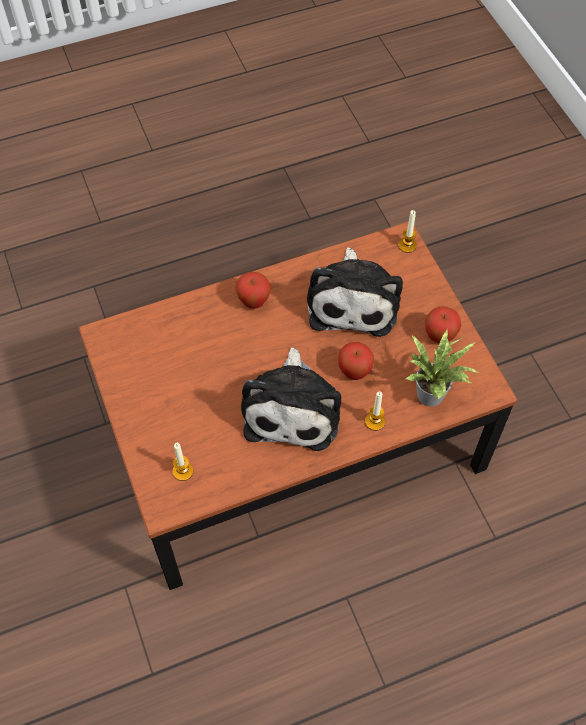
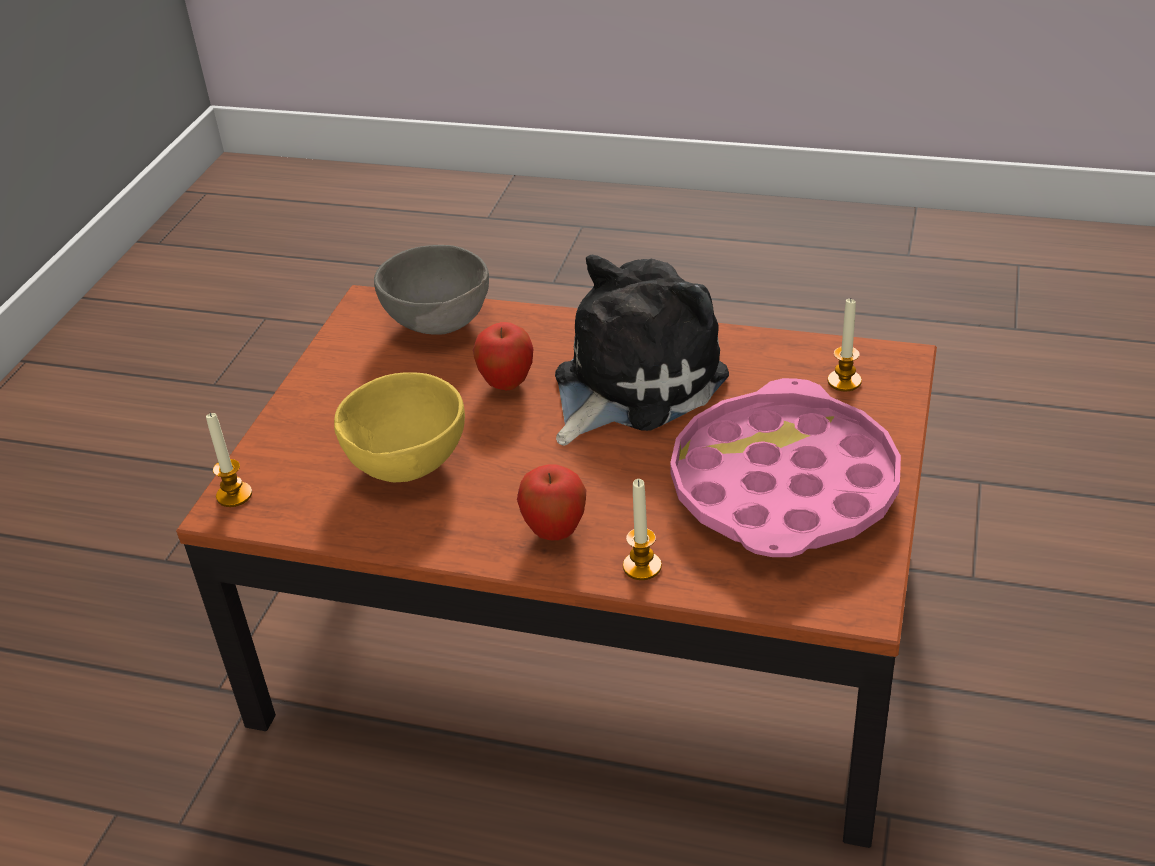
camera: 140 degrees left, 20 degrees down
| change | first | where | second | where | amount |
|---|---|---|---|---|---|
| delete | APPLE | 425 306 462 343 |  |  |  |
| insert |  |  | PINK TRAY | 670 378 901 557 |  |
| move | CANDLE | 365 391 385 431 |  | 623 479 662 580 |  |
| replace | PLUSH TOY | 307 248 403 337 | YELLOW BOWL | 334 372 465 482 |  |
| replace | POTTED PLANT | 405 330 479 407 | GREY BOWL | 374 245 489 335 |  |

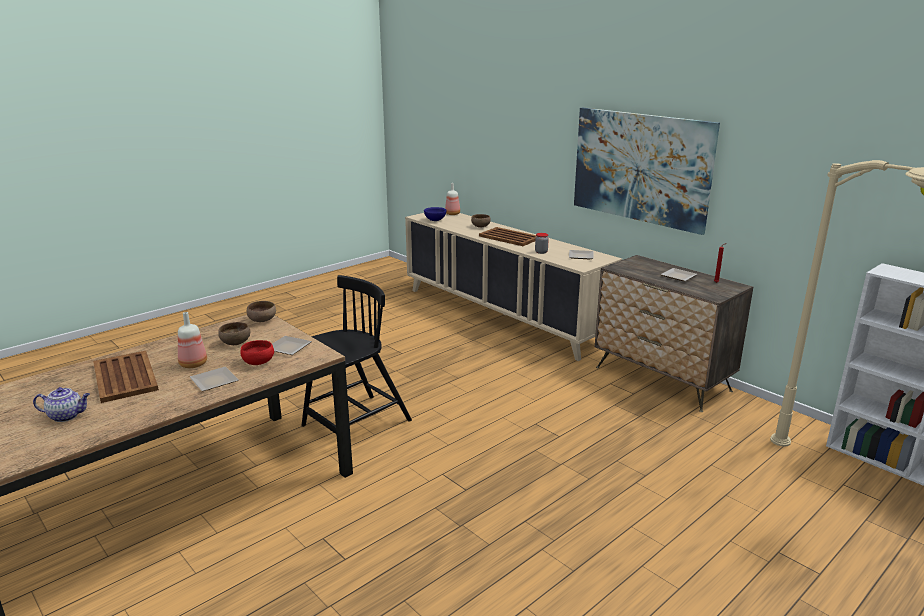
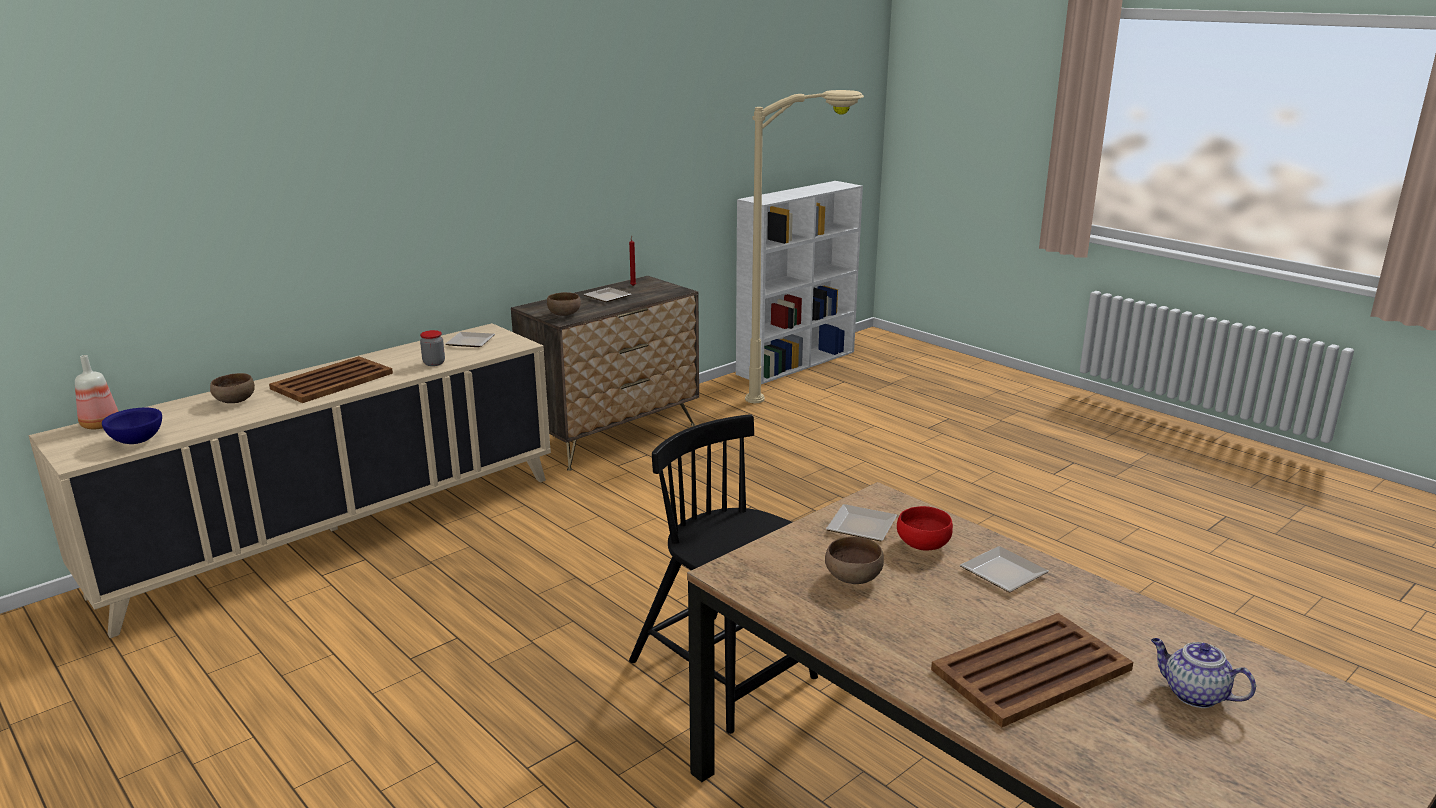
camera: 90 degrees left, 0 degrees up
| change | first | where | second | where | amount |
|---|---|---|---|---|---|
| delete | BOTTLE | 178 312 207 368 |  |  |  |
| delete | PICTURE | 574 108 720 235 |  |  |  |
| move | BROWN BOWL | 247 301 276 322 |  | 547 292 581 316 |  |
| rotate | TEAPOT | 33 387 90 422 |  | 1151 638 1256 708 | 45 degrees counterclockwise |

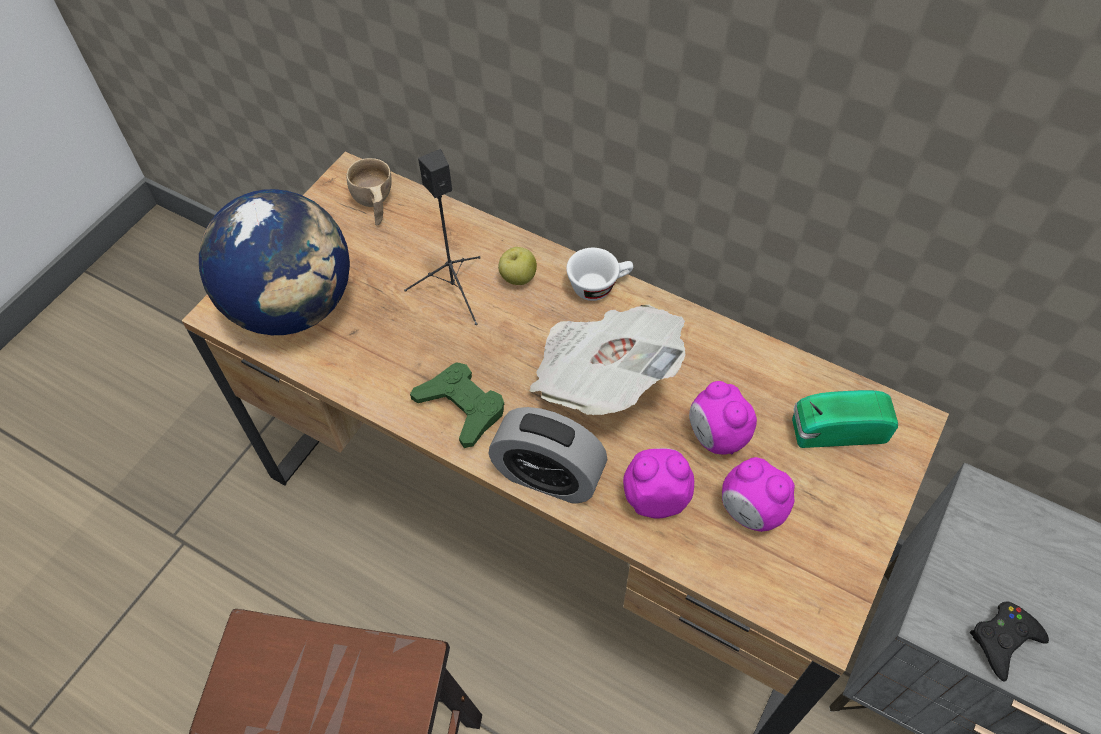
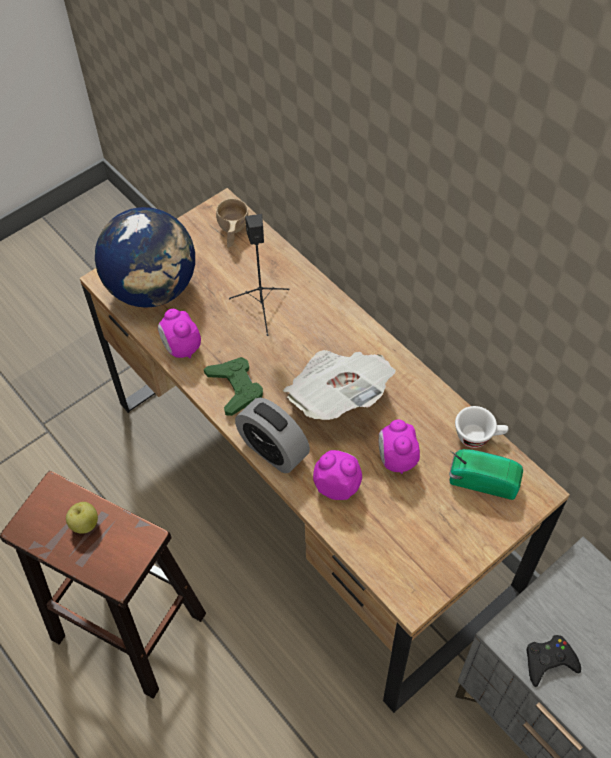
camera: 20 degrees right, 0 degrees up
| change | first | where | second | where | amount |
|---|---|---|---|---|---|
| move | APPLE | 498 247 537 285 |  | 66 502 98 534 |  |
| move | WHITE CUP | 566 248 633 301 |  | 455 406 508 448 |  |
| move | ALARM CLOCK | 722 457 795 532 |  | 158 309 201 358 |  |

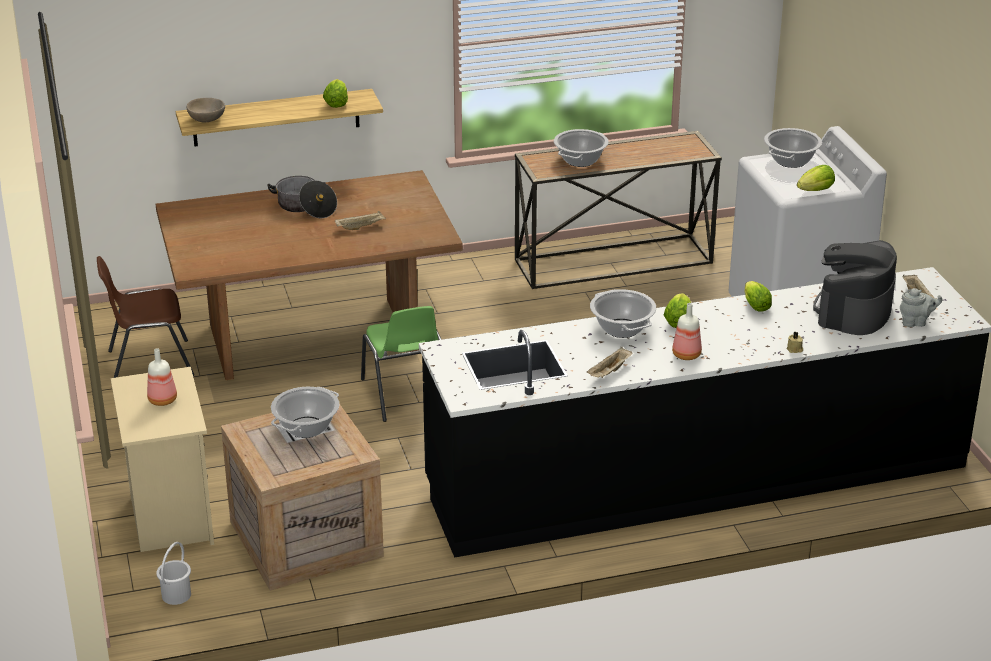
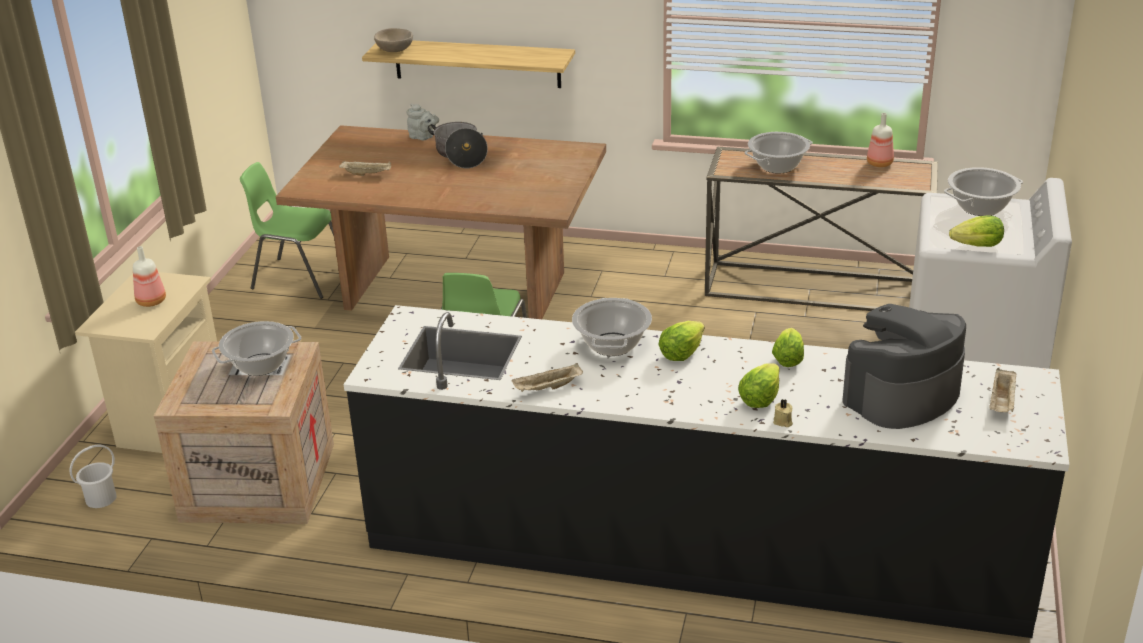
camera: 30 degrees right, 0 degrees up
| change | first | where | second | where | amount |
|---|---|---|---|---|---|
| move | LETTUCE | 323 79 348 108 |  | 738 363 780 408 |  |
| move | BEIGE TRAY | 335 211 386 230 |  | 339 161 391 176 |  |
| move | BOTTLE | 672 303 702 360 |  | 867 113 894 167 |  |
| move | GREY TEAPOT | 900 288 942 327 |  | 407 104 439 140 |  |
| recolor | BROWN CHAIR | 97 256 194 378 | GREEN CHAIR | 240 162 334 299 |  |

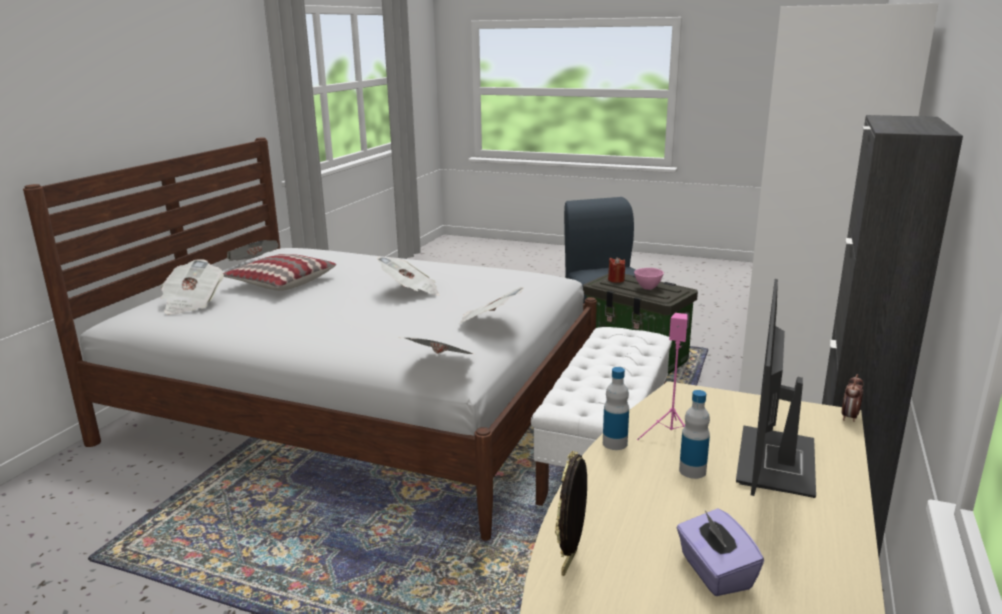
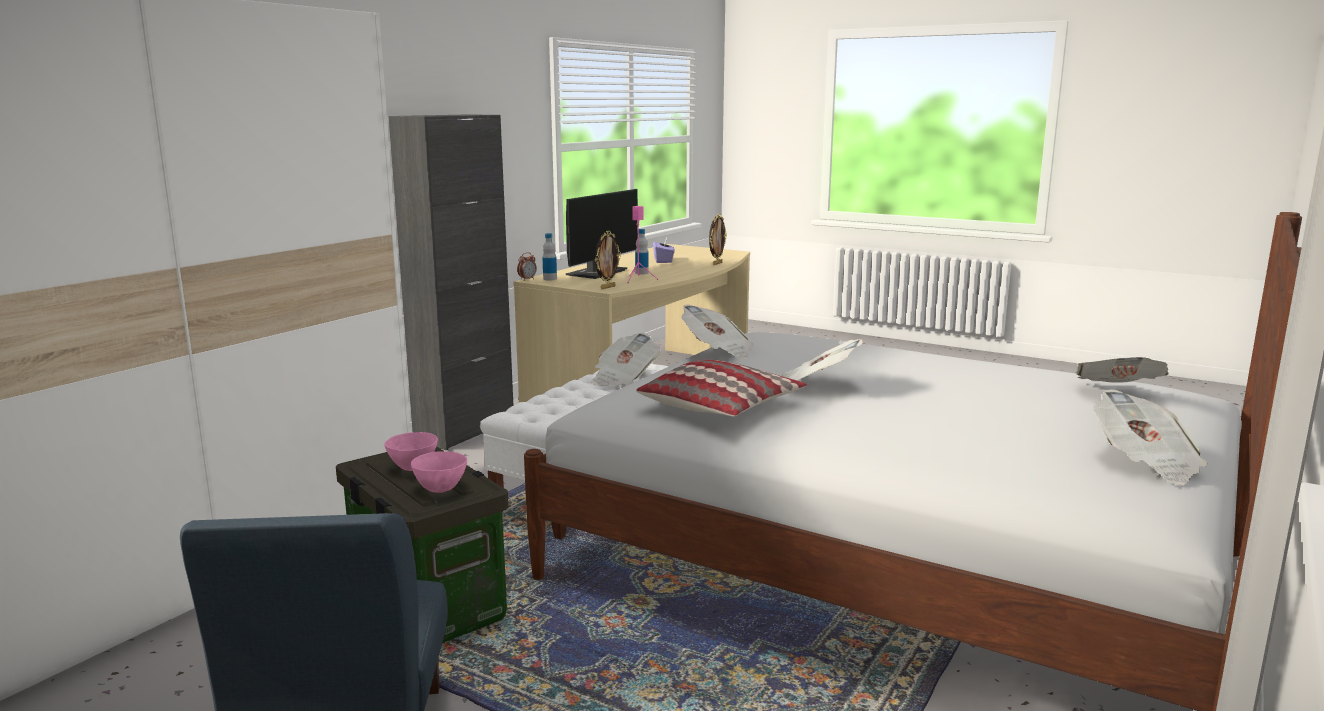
camera: 170 degrees left, 5 degrees down
| change | first | where | second | where | amount |
|---|---|---|---|---|---|
| insert |  |  | PICTURE FRAME | 595 231 621 289 |  |
| move | PILLOW | 223 254 336 291 |  | 636 360 807 417 |  |
| move | NEWSPAPER | 398 337 475 355 |  | 592 333 660 386 |  |
| move | BOTTLE | 603 367 629 450 |  | 542 233 557 280 |  |
| replace | RED CANDLE | 608 257 625 283 | PINK BOWL | 411 451 467 493 |  |

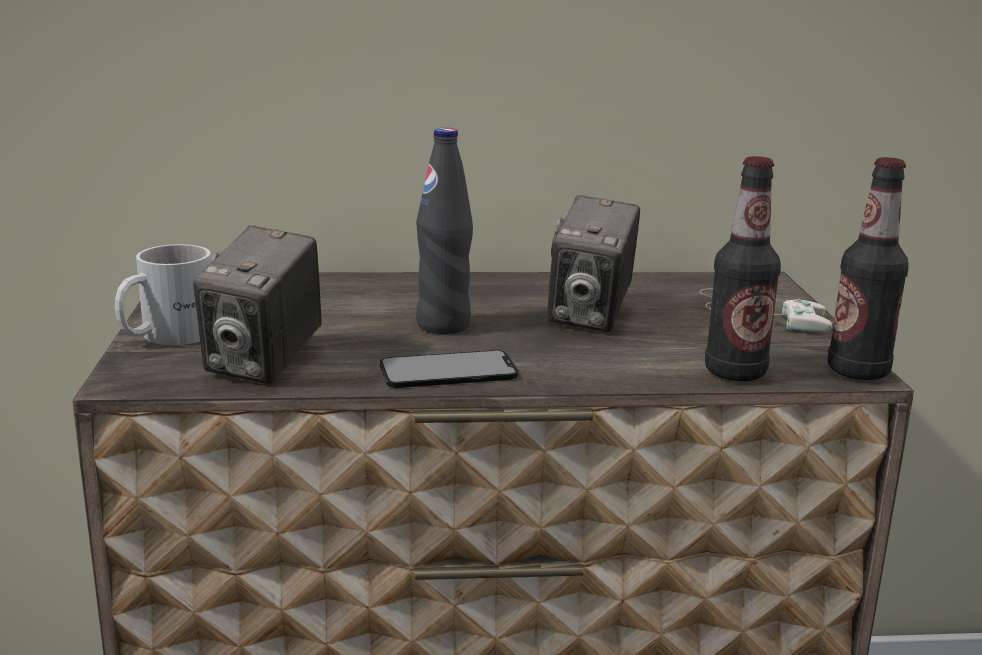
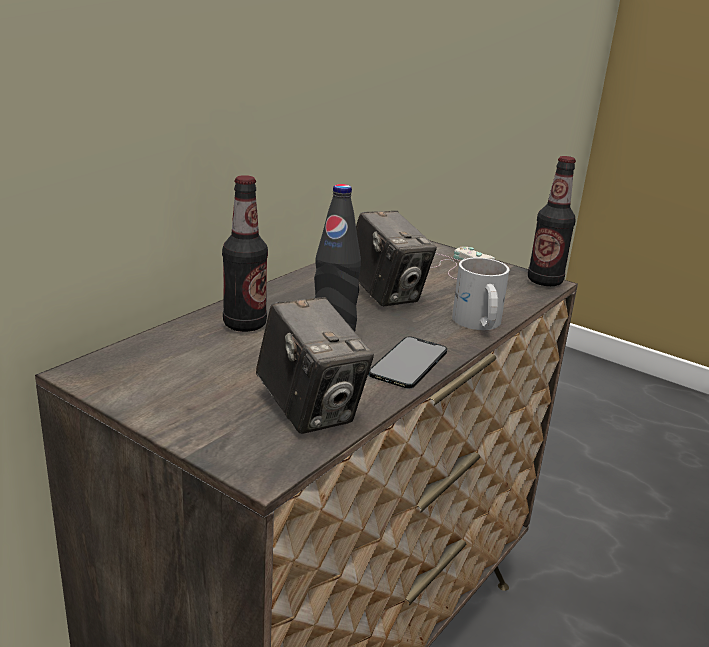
camera: 50 degrees left, 5 degrees up
| change | first | where | second | where | amount |
|---|---|---|---|---|---|
| move | WHITE MUG | 115 244 211 345 |  | 452 258 509 330 |  |
| move | BOTTLE | 705 156 781 381 |  | 222 175 268 332 |  |

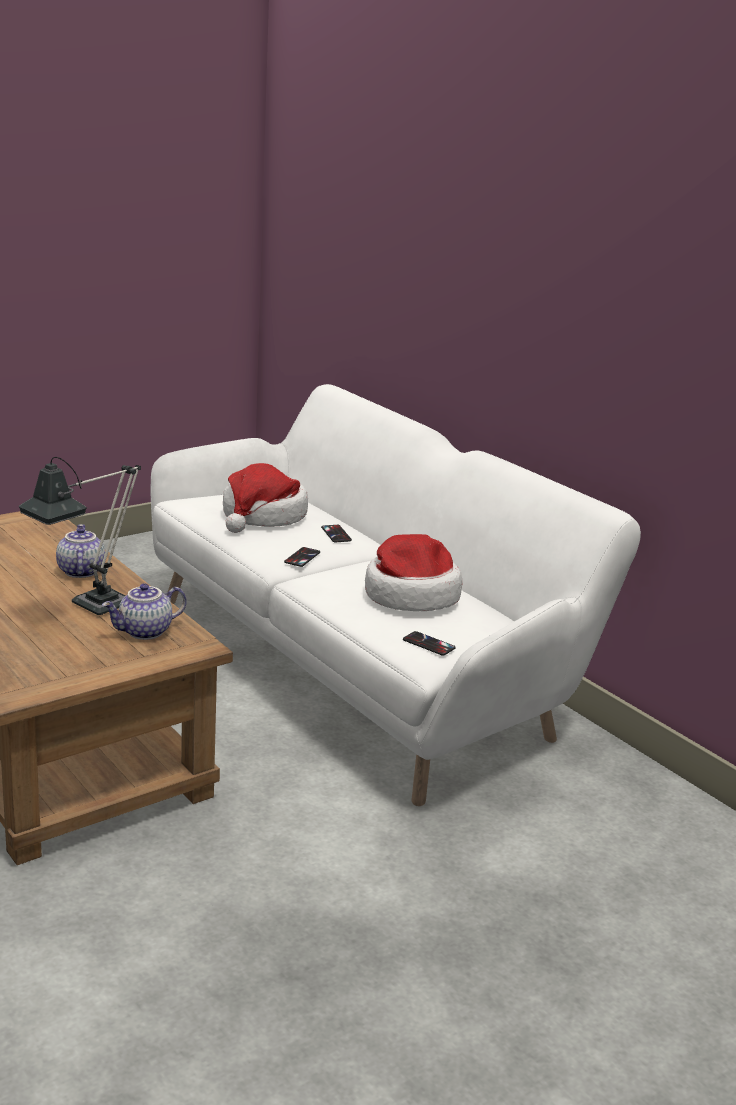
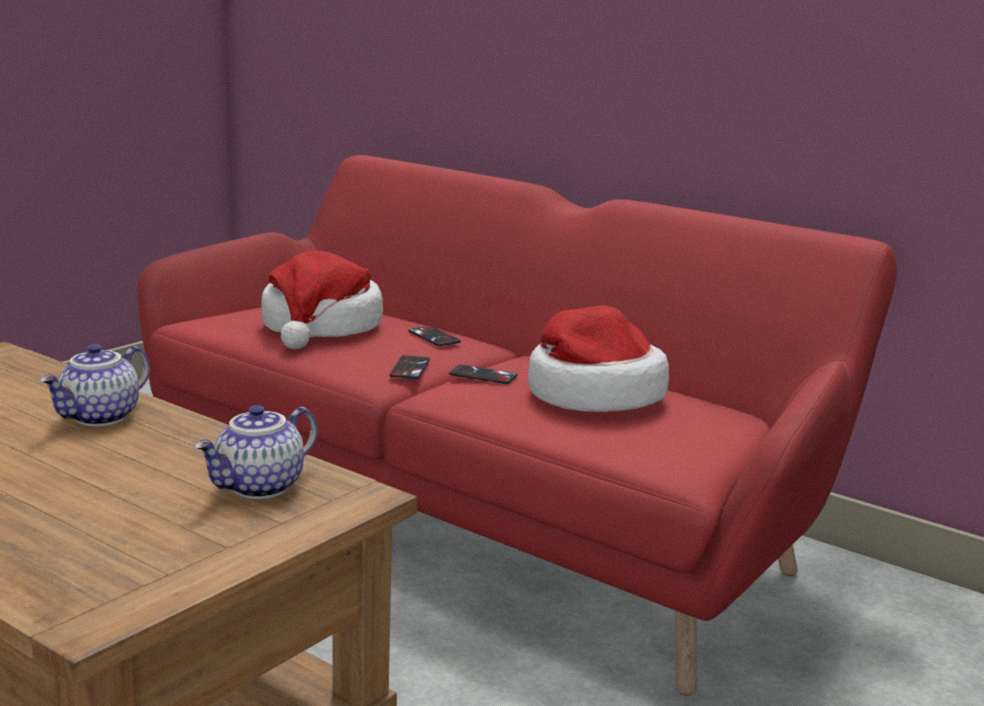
camera: 15 degrees left, 5 degrees down
| change | first | where | second | where | amount |
|---|---|---|---|---|---|
| delete | TABLE LAMP | 19 457 141 615 |  |  |  |
| move | PHONE | 403 631 456 656 |  | 449 365 517 384 |  |
| recolor | WHITE SOFA | 151 384 641 807 | RED SOFA | 137 155 897 696 |  |
| rotate | TEAPOT | 56 524 105 578 |  | 40 344 150 426 | 120 degrees counterclockwise |

